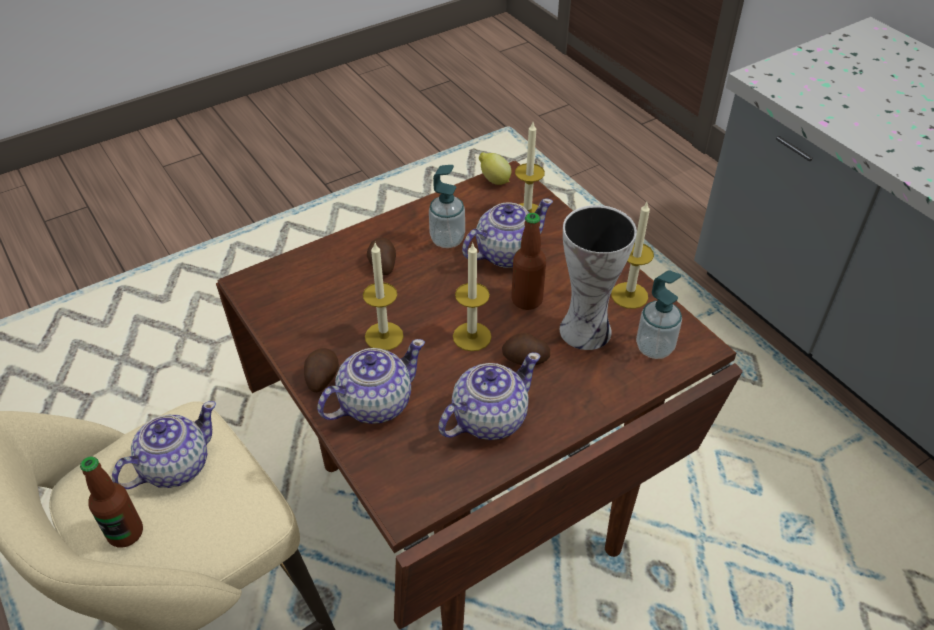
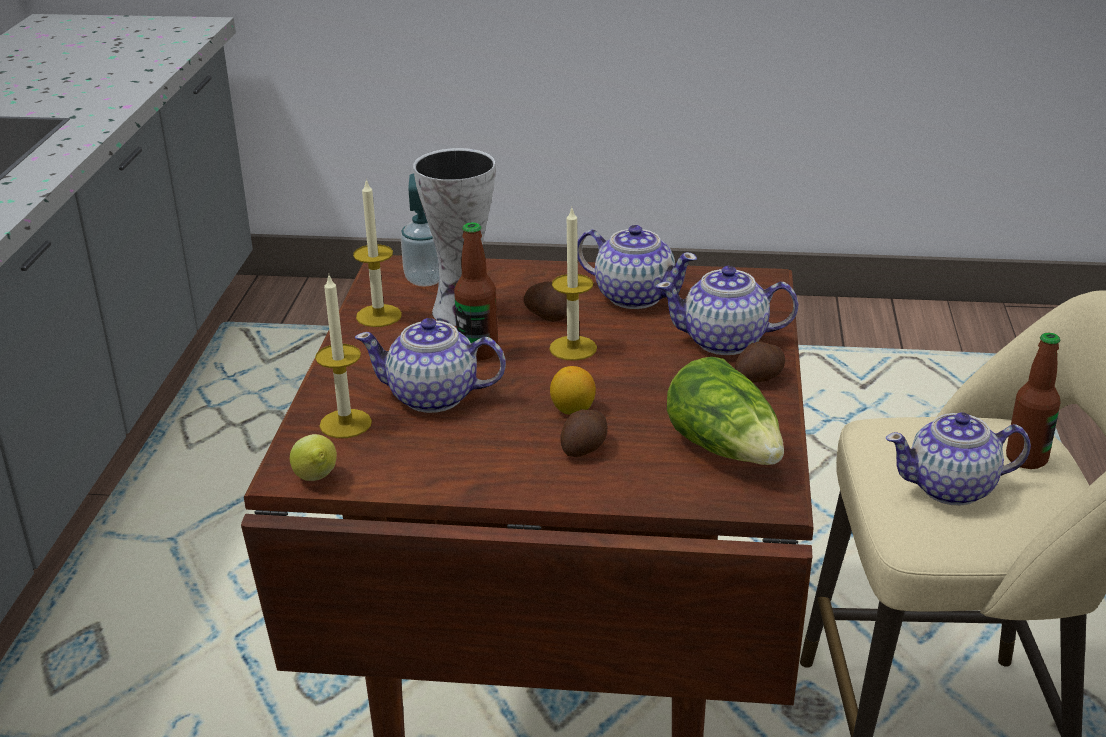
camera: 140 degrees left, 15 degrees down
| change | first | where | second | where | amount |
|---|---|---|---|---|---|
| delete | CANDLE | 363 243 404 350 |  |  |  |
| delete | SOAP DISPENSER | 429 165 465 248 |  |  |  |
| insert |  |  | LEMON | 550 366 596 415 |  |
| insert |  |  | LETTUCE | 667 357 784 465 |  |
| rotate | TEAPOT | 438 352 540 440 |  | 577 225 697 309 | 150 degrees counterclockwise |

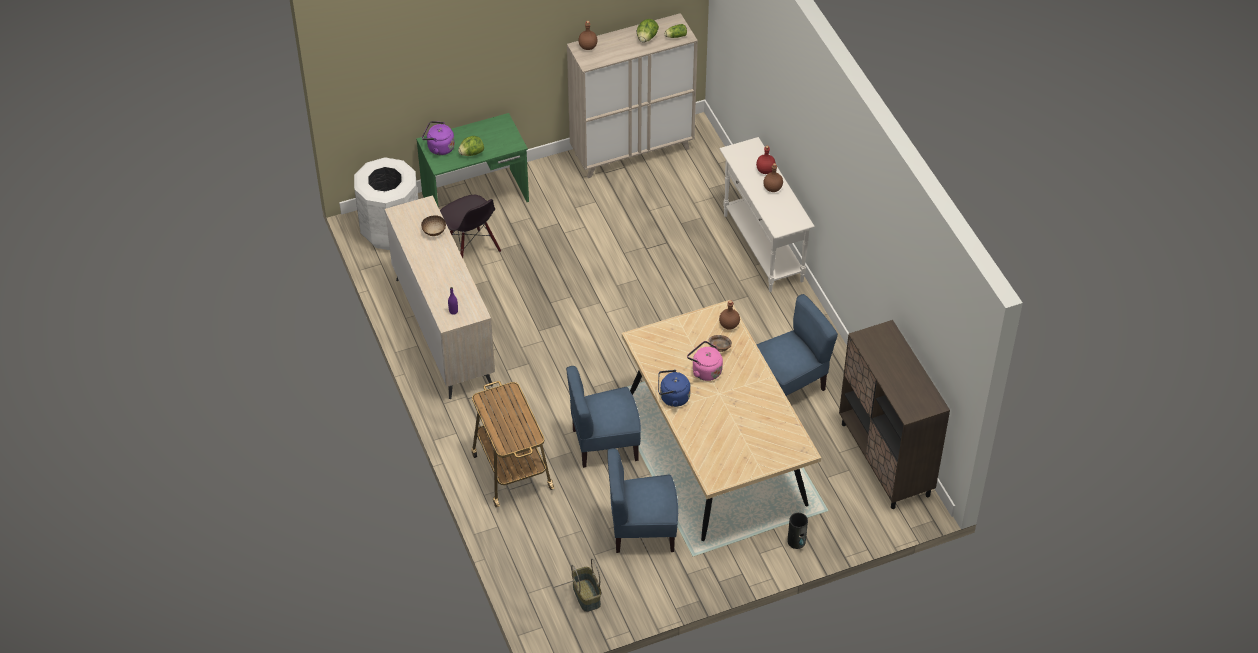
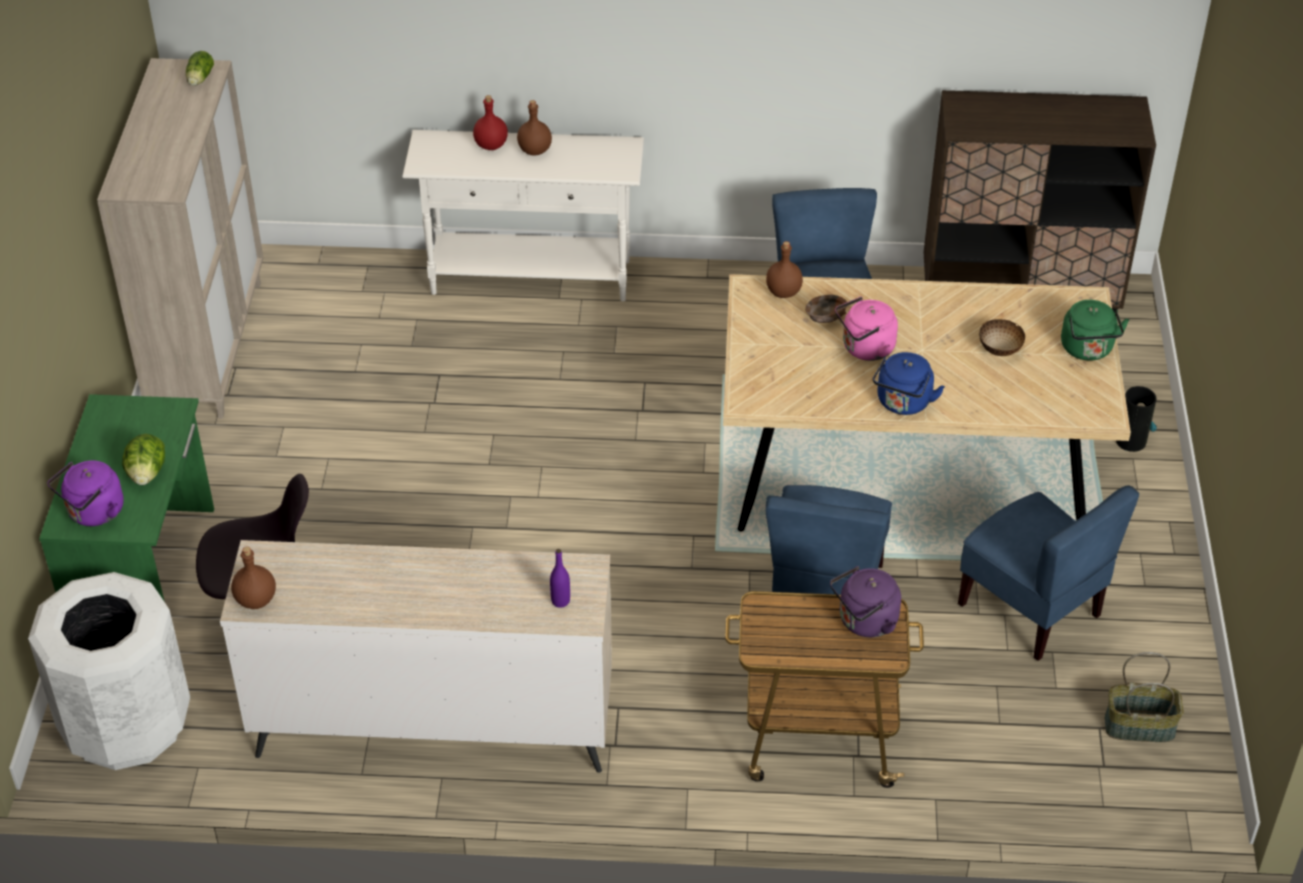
camera: 65 degrees left, 5 degrees down
| change | first | where | second | where | amount |
|---|---|---|---|---|---|
| delete | LETTUCE | 637 19 659 43 |  |  |  |
| insert |  |  | PURPLE KETTLE | 830 566 901 637 |  |
| insert |  |  | GREEN KETTLE | 1061 300 1129 361 |  |
| move | BOWL | 421 215 446 236 |  | 979 319 1025 356 |  |
| move | BROWN BOTTLE | 578 21 598 50 |  | 231 547 276 609 |  |
| rotate | BLUE CHAIR | 607 448 678 553 |  | 958 486 1139 661 | 60 degrees counterclockwise |

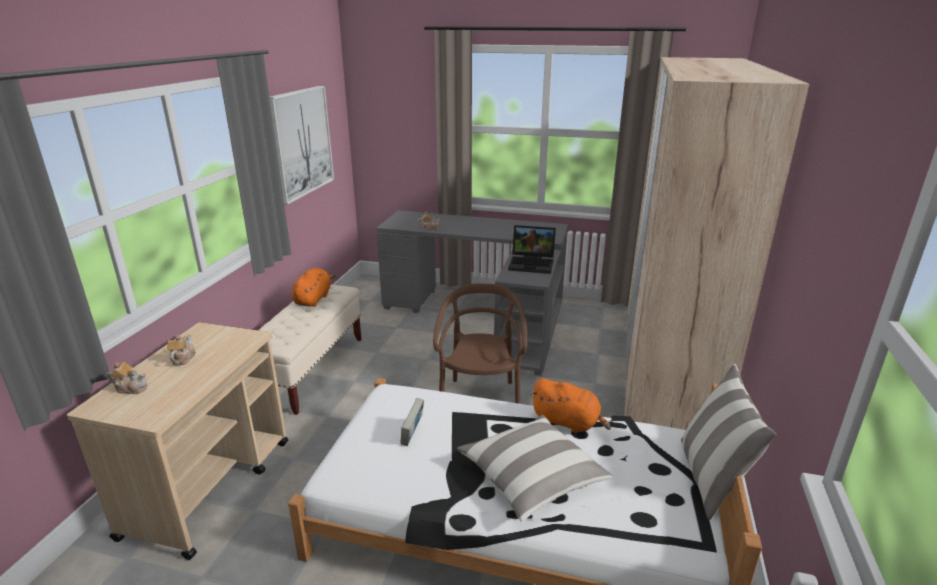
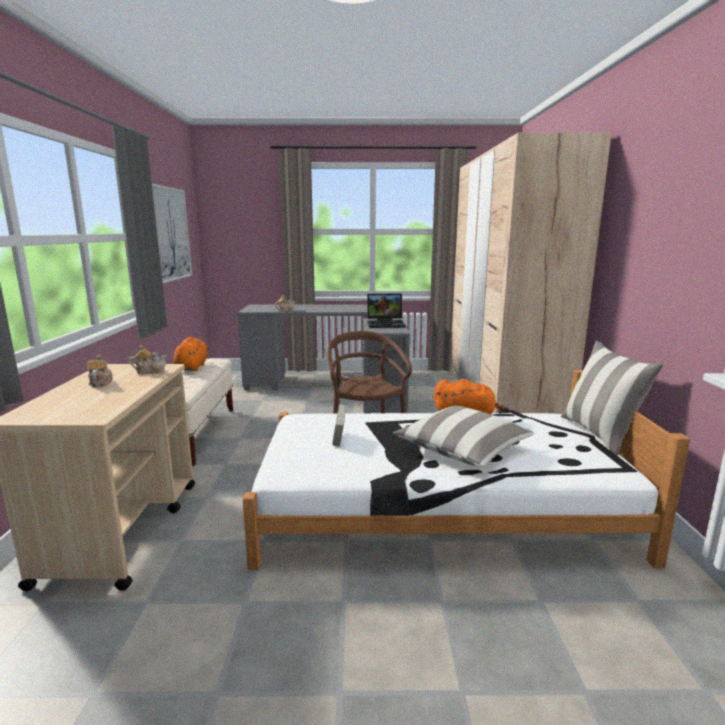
camera: 15 degrees left, 10 degrees down
| change | first | where | second | where | amount |
|---|---|---|---|---|---|
| move | TEAPOT | 107 362 147 394 |  | 129 345 167 374 |  |

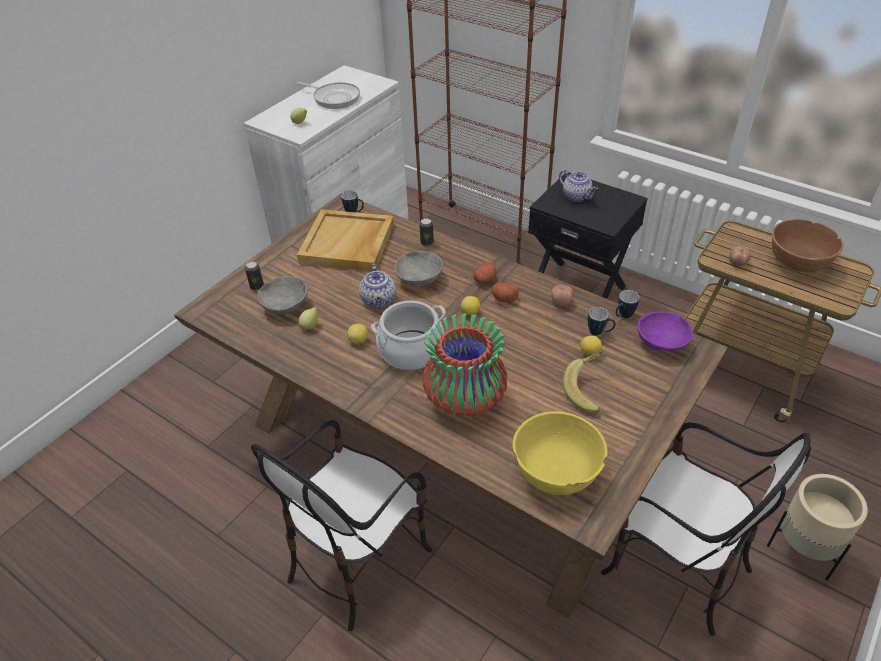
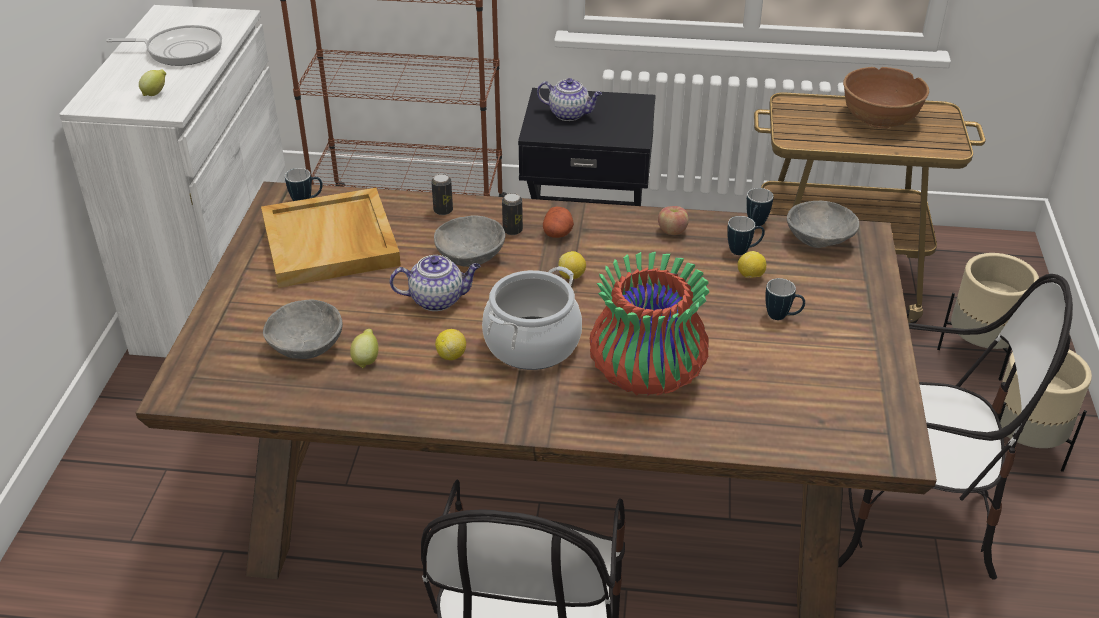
camera: 30 degrees left, 5 degrees down
| change | first | where | second | where | amount |
|---|---|---|---|---|---|
| delete | POTATO | 491 282 519 302 |  |  |  |
| delete | YELLOW BOWL | 512 411 607 495 |  |  |  |
| delete | APPLE | 729 246 751 266 |  |  |  |
| insert |  |  | BEIGE PLANTER | 937 253 1039 381 |  |
| move | CAN | 245 261 264 290 |  | 502 193 523 235 |  |
| replace | BANANA | 563 351 603 413 | MUG | 765 278 805 320 |  |
| recolor | PURPLE BOWL | 637 312 693 351 | GREY BOWL | 787 201 859 248 |  |
| rotate | TEAPOT | 359 264 396 310 |  | 390 255 481 311 | 60 degrees counterclockwise |

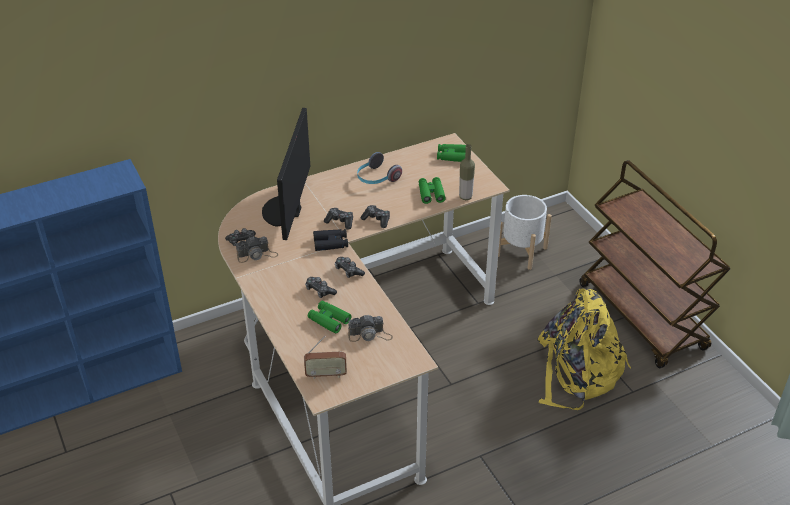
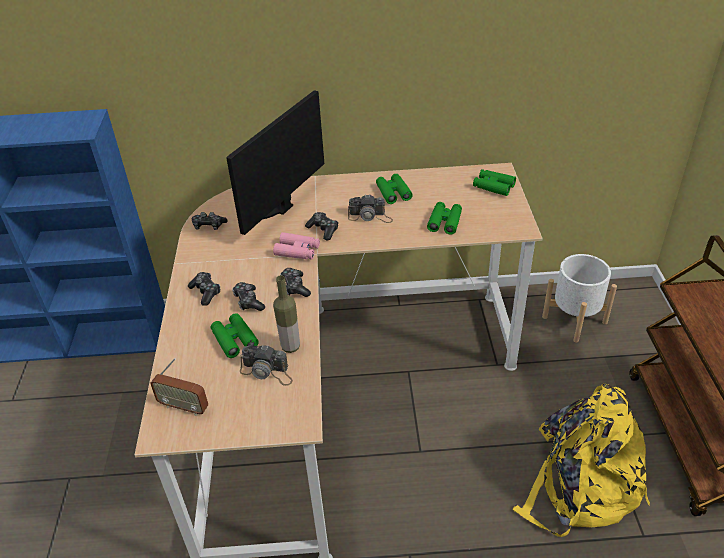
camera: 25 degrees right, 0 degrees up
| change | first | where | second | where | amount |
|---|---|---|---|---|---|
| move | PHOTO CAMERA | 236 236 278 263 |  | 348 195 393 223 |  |
| move | GAME CONTROLLER | 361 205 390 228 |  | 188 272 220 306 |  |
| move | BOTTLE | 459 144 475 200 |  | 273 275 300 353 |  |
| replace | HEADPHONES | 357 152 402 184 | GREEN BINOCULARS | 376 174 413 204 |  |
| recolor | BLACK BINOCULARS | 313 229 348 251 | PINK BINOCULARS | 273 232 320 260 |  |

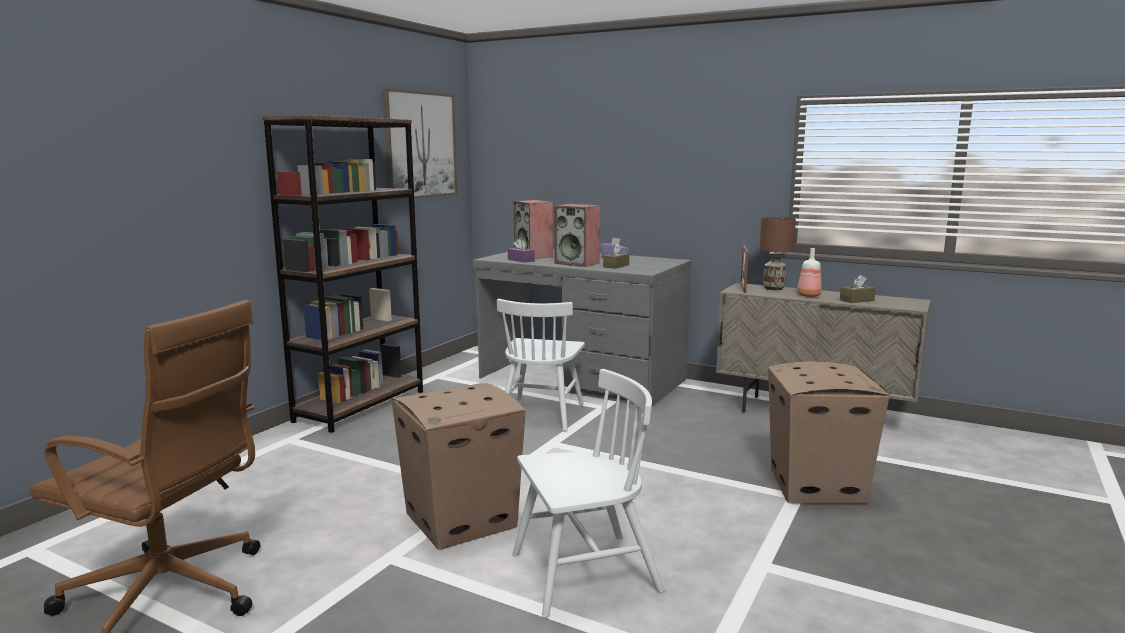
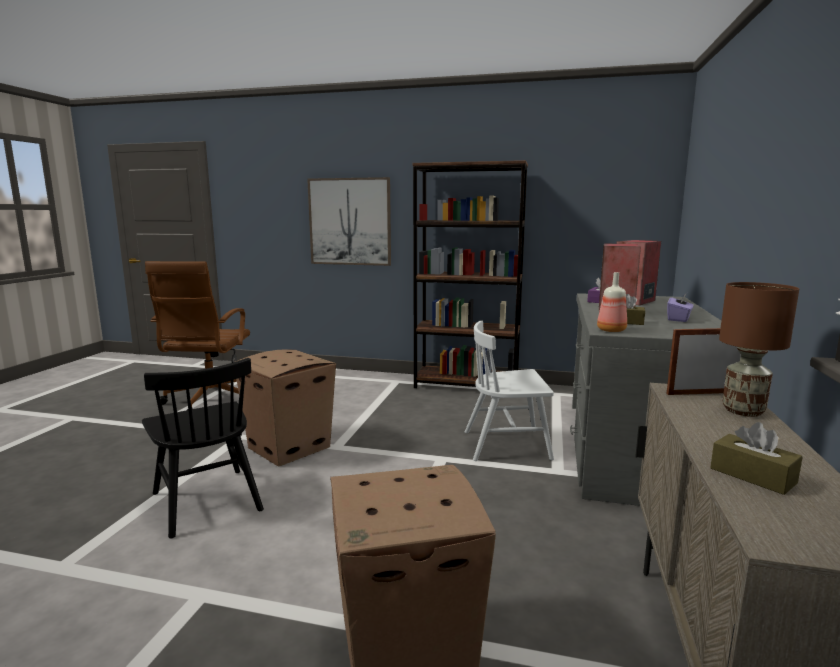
camera: 75 degrees right, 0 degrees up
| change | first | where | second | where | amount |
|---|---|---|---|---|---|
| move | PICTURE | 383 88 457 200 |  | 307 177 391 266 |  |
| move | BOTTLE | 797 248 822 297 |  | 597 272 627 332 |  |
| recolor | WHITE CHAIR | 512 369 664 618 | BLACK CHAIR | 142 358 264 539 |  |

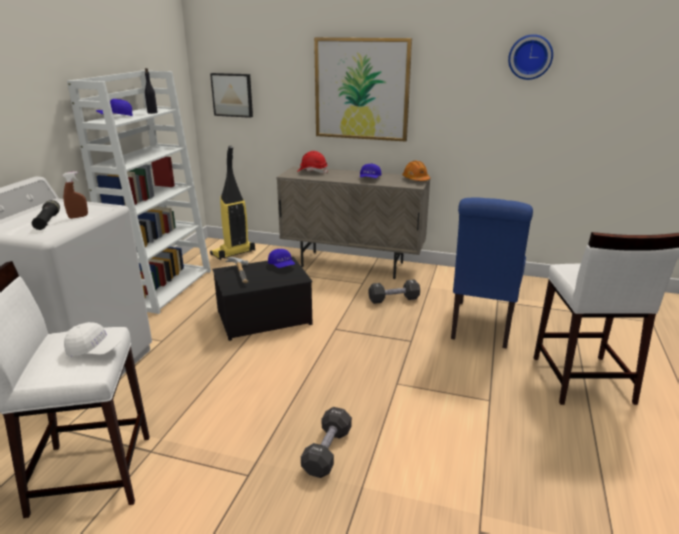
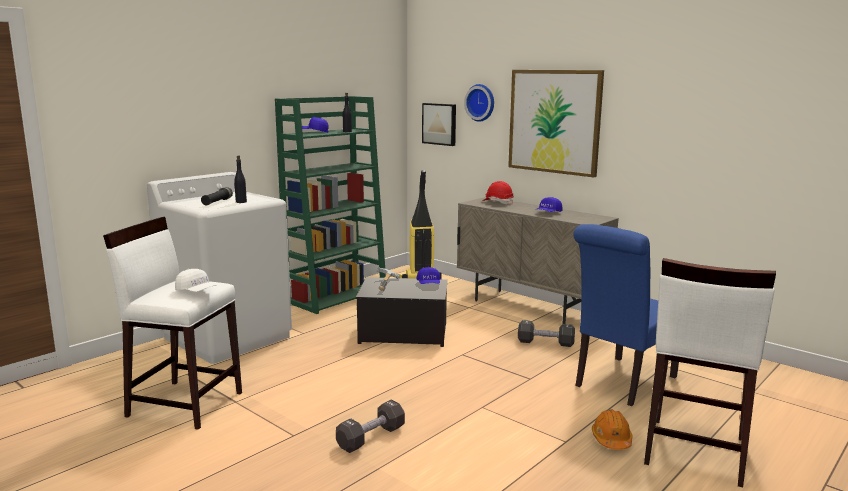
camera: 25 degrees right, 10 degrees down
| change | first | where | second | where | amount |
|---|---|---|---|---|---|
| move | ORANGE HARD HAT | 402 161 431 181 |  | 592 410 633 450 |  |
| move | WALL CLOCK | 508 34 553 80 |  | 464 84 494 122 |  |
| replace | BROWN SPRAY BOTTLE | 62 171 88 219 | BLACK BOTTLE | 234 156 247 203 |  |
| recolor | WHITE BOOKCASE | 67 71 211 314 | GREEN BOOKCASE | 275 96 386 314 |  |

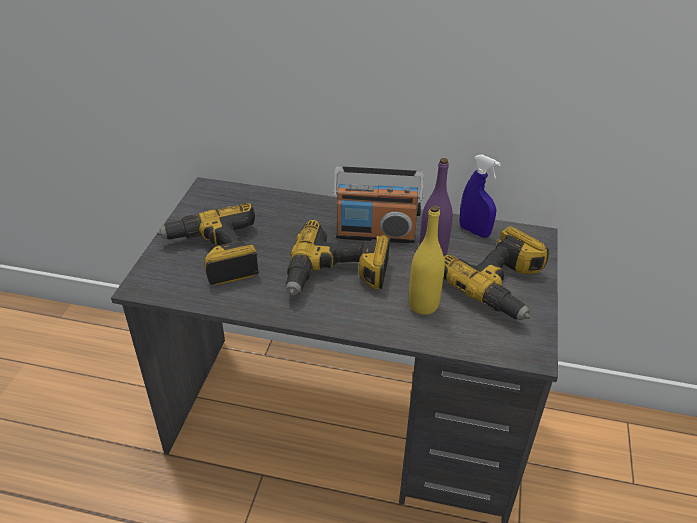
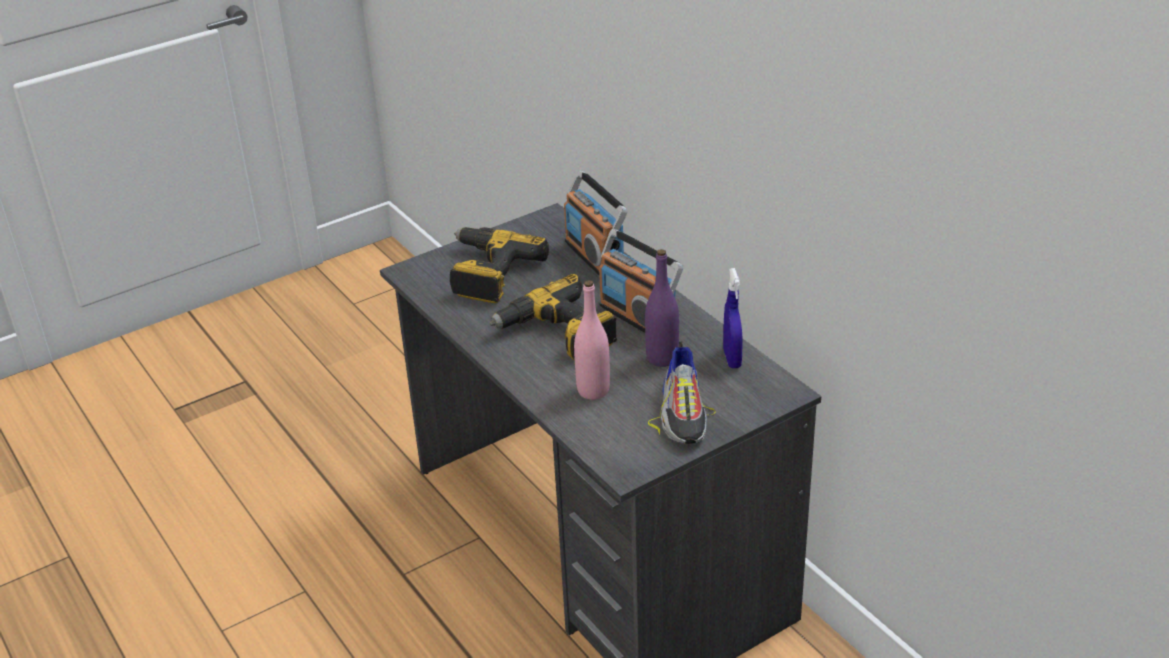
camera: 45 degrees right, 5 degrees down
| change | first | where | second | where | amount |
|---|---|---|---|---|---|
| insert |  |  | RADIO | 564 170 628 276 |  |
| replace | POWER DRILL | 443 227 549 321 | SHOE | 648 341 716 444 |  |
| recolor | YELLOW BOTTLE | 409 205 445 315 | PINK BOTTLE | 574 280 610 400 |  |

